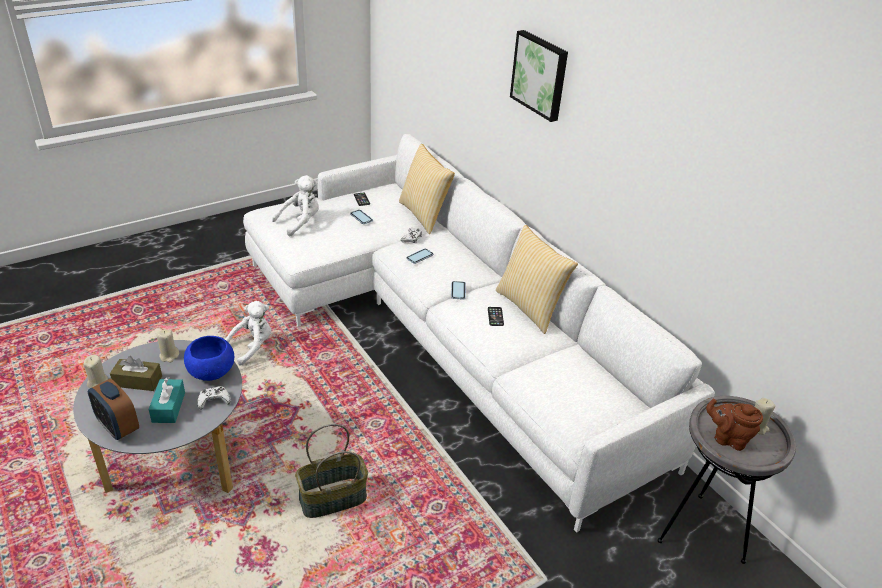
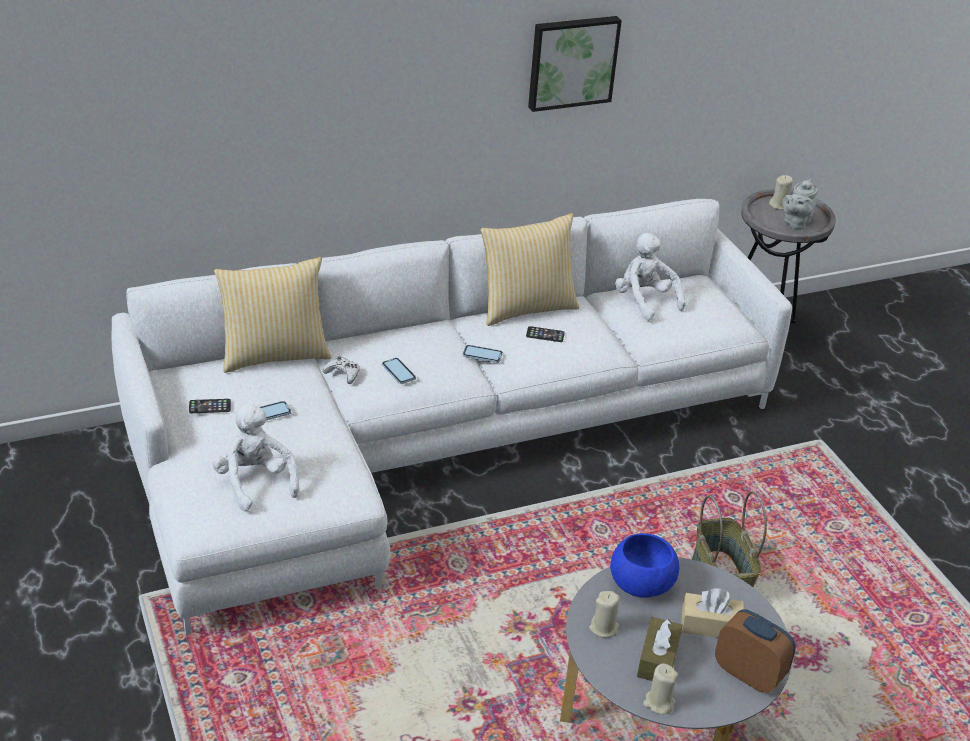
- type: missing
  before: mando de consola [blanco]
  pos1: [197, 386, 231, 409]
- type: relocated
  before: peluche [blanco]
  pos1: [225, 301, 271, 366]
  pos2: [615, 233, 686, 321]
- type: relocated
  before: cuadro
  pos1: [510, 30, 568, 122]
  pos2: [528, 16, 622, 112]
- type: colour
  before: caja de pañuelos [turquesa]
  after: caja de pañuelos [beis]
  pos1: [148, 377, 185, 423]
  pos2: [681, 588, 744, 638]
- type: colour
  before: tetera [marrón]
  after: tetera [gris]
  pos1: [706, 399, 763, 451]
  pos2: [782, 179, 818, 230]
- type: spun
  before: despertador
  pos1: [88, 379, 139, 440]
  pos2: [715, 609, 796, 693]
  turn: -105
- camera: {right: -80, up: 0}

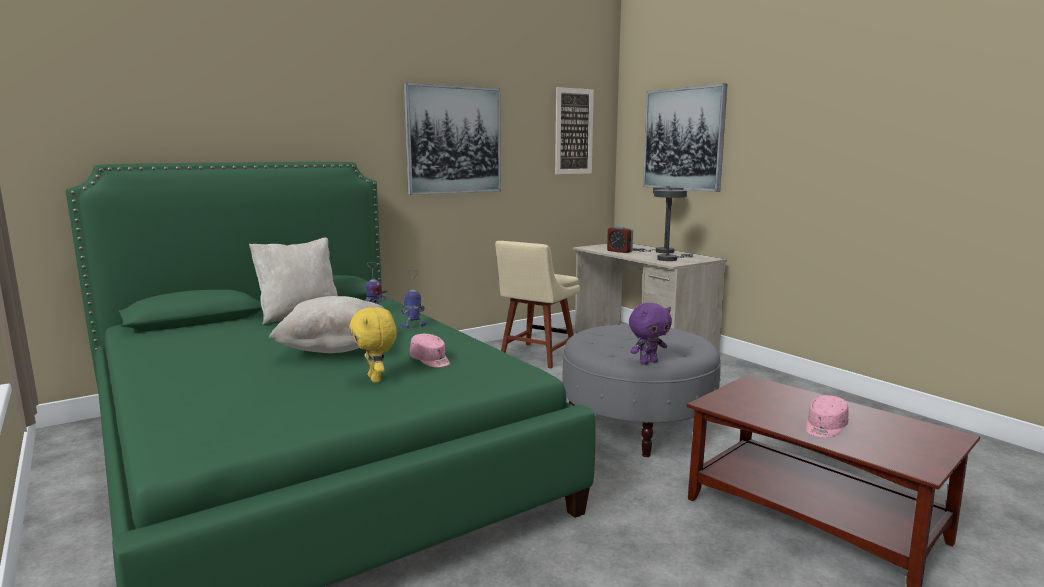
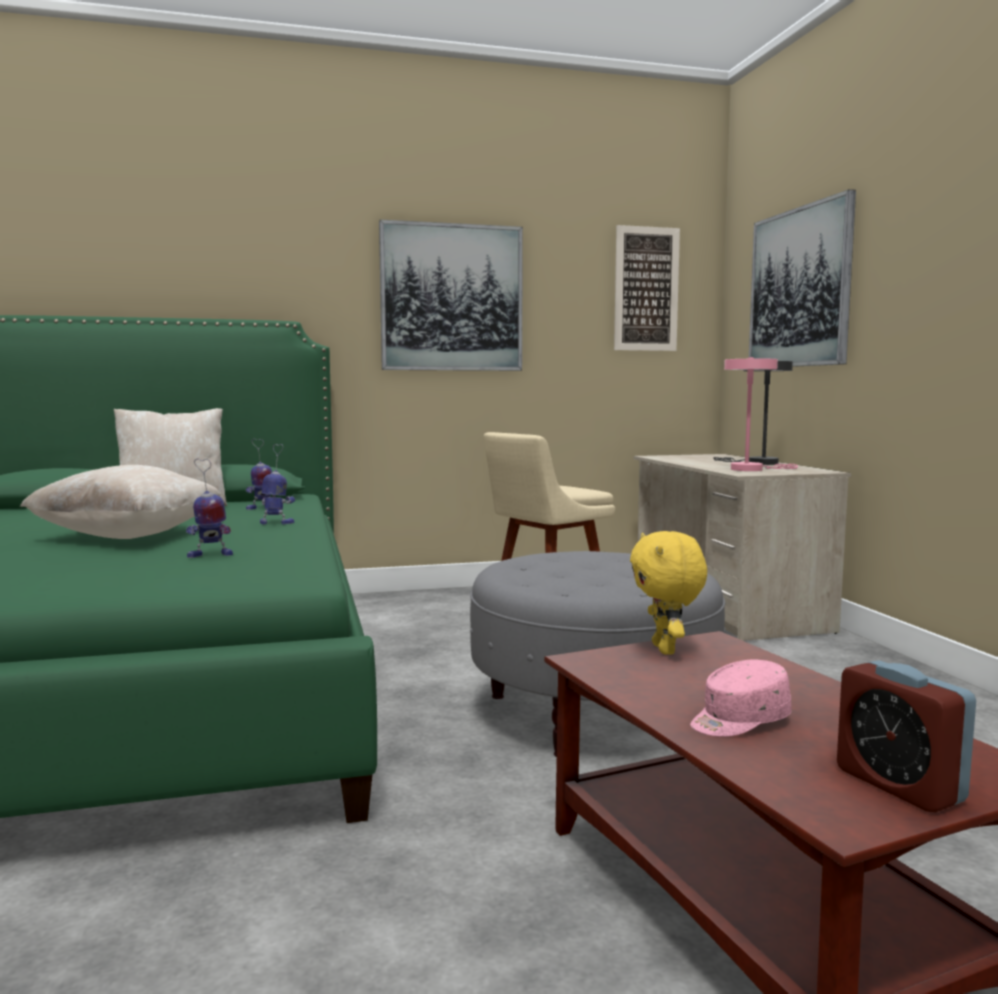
- type: missing
  before: peluche [morado]
  pos1: [629, 303, 672, 364]
- type: relocated
  before: peluche [amarillo]
  pos1: [350, 307, 397, 383]
  pos2: [630, 531, 707, 655]
- type: relocated
  before: despertador
  pos1: [607, 225, 633, 253]
  pos2: [837, 660, 976, 812]
- type: exchanged
  before: gorra [rosa]
  after: robot de juguete
  pos1: [410, 334, 450, 368]
  pos2: [186, 459, 233, 558]
- type: colour
  before: lámpara de mesa [gris]
  after: lámpara de mesa [rosa]
  pos1: [654, 189, 693, 261]
  pos2: [724, 357, 798, 471]
- camera: {right: 20, up: -5}

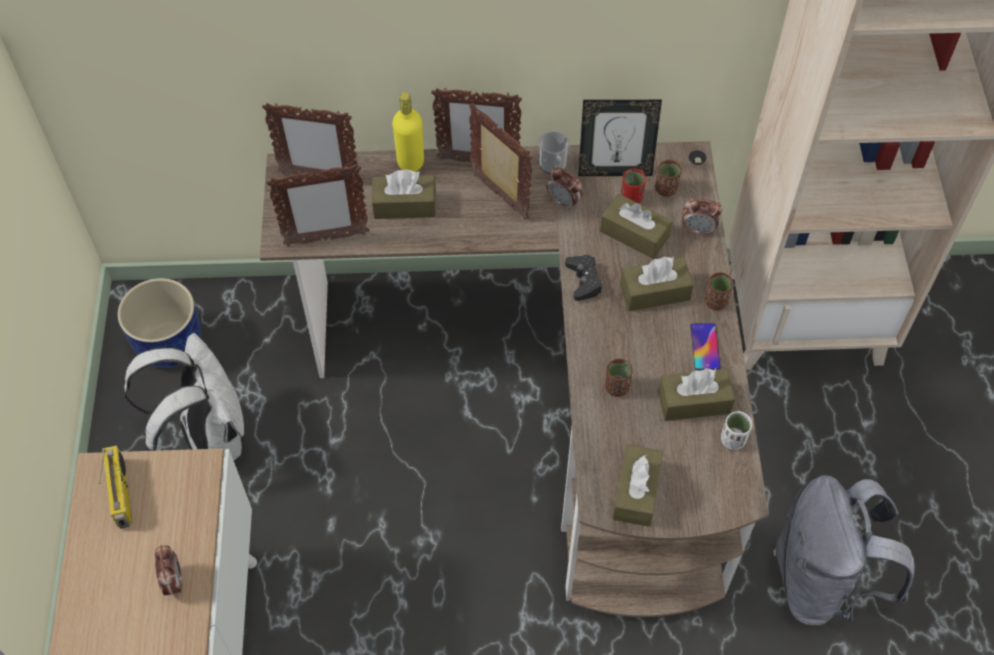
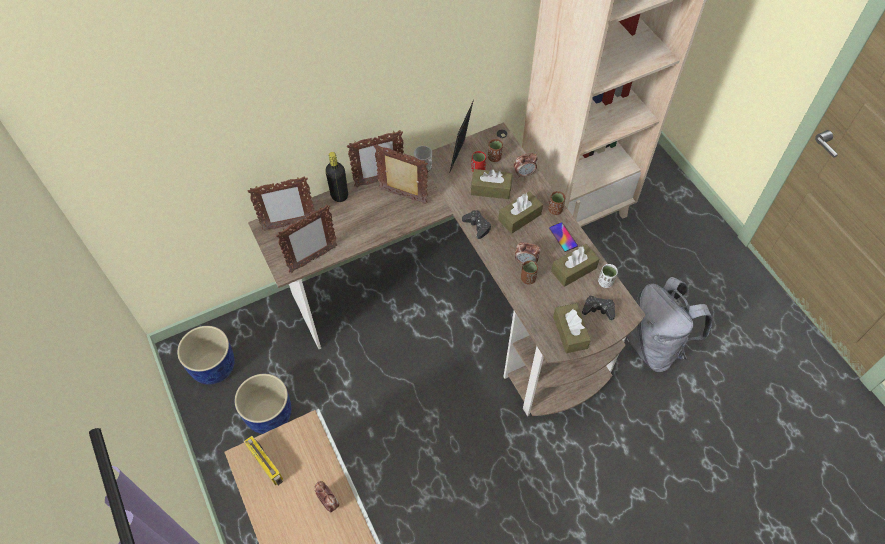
- type: missing
  before: caja de pañuelos [marrón]
  pos1: [372, 169, 436, 219]
- type: appeared
  after: mando de consola [negro]
  pos2: [582, 296, 615, 320]
- type: relocated
  before: despertador
  pos1: [546, 167, 583, 211]
  pos2: [515, 242, 541, 264]
- type: exchanged
  before: mochila [blanco]
  after: maceta [azul]
  pos1: [124, 333, 244, 460]
  pos2: [235, 374, 291, 434]
- type: colour
  before: botella [amarillo]
  after: botella [negro]
  pos1: [392, 92, 424, 172]
  pos2: [325, 152, 348, 202]
- type: spun
  before: portarretratos
  pos1: [578, 100, 662, 176]
  pos2: [449, 100, 474, 174]
  turn: 135
- camera: {right: -25, up: 0}

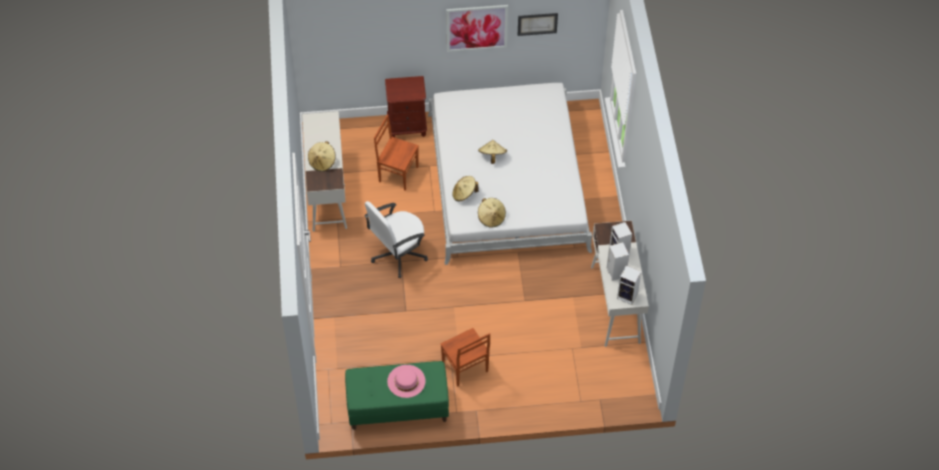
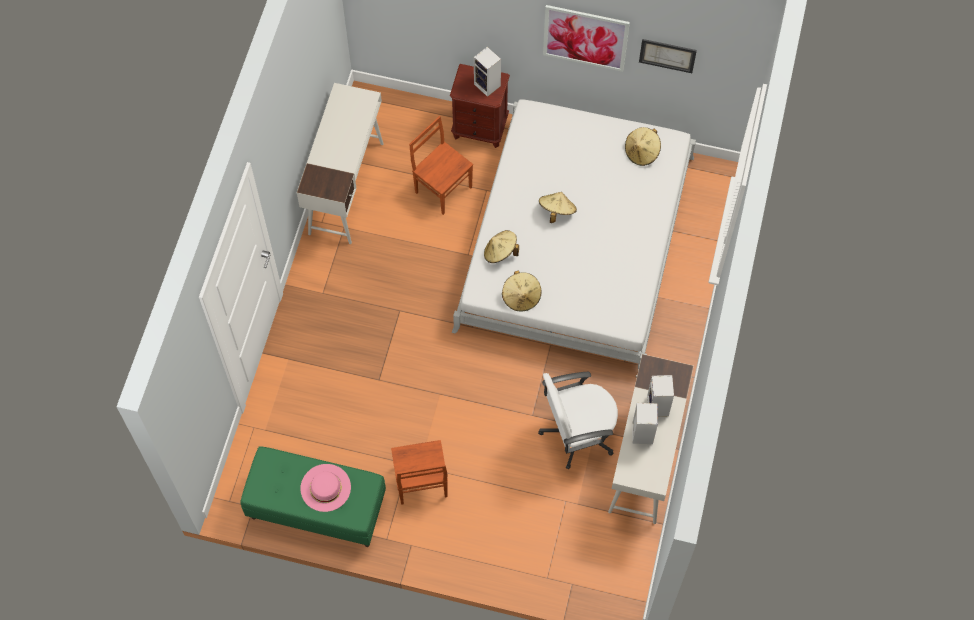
- type: relocated
  before: sombrero [beis]
  pos1: [308, 141, 336, 171]
  pos2: [625, 127, 661, 166]
- type: relocated
  before: silla de oficina [blanco]
  pos1: [364, 201, 428, 278]
  pos2: [538, 372, 618, 469]
- type: relocated
  before: altavoz
  pos1: [617, 265, 641, 305]
  pos2: [474, 47, 501, 97]
- camera: {right: 20, up: 10}

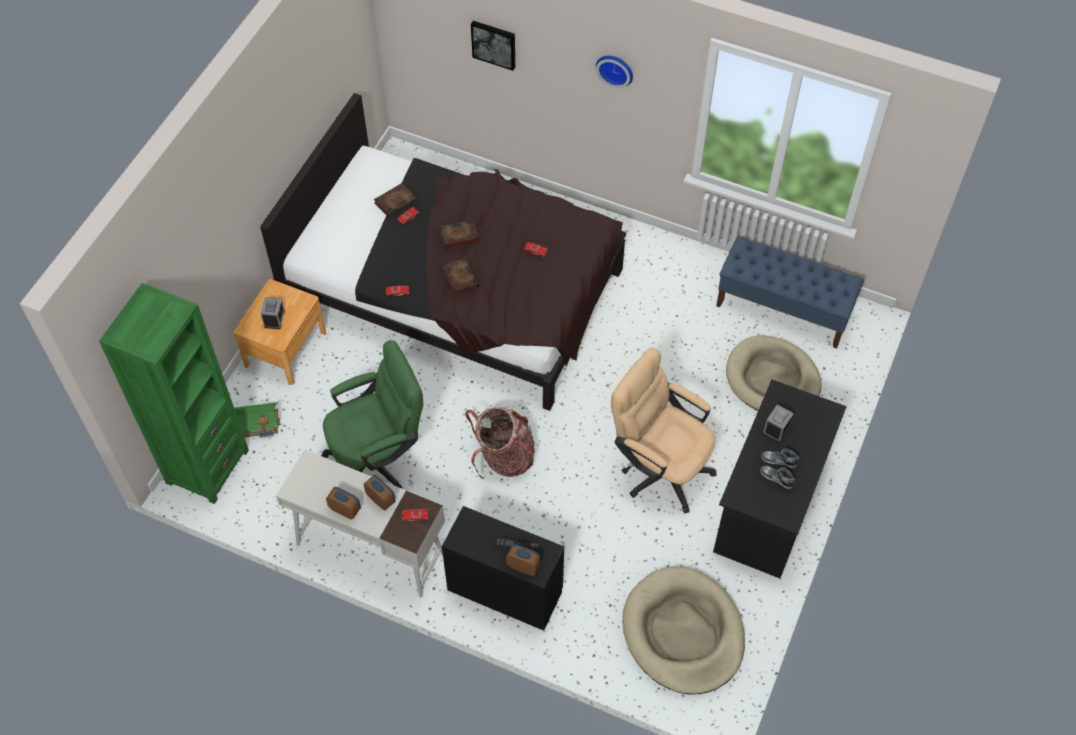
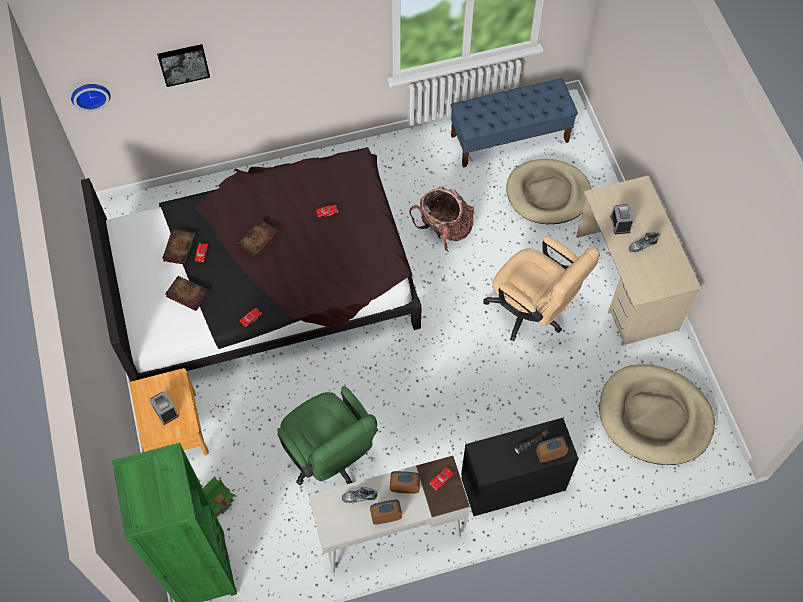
- type: relocated
  before: libro
  pos1: [442, 257, 479, 296]
  pos2: [165, 276, 209, 311]
- type: relocated
  before: mochila
  pos1: [465, 407, 535, 479]
  pos2: [409, 186, 474, 252]
- type: relocated
  before: reloj de pared
  pos1: [596, 56, 633, 88]
  pos2: [71, 84, 111, 112]
- type: relocated
  before: zapato
  pos1: [760, 466, 795, 489]
  pos2: [342, 487, 377, 504]
- type: colour
  before: escritorio [negro]
  after: escritorio [beis]
  pos1: [713, 379, 847, 578]
  pos2: [576, 176, 701, 345]
- type: spun
  before: silla de oficina [verde]
  pos1: [322, 340, 423, 488]
  pos2: [277, 386, 378, 485]
  turn: 120
- type: spun
  before: silla de oficina [beis]
  pos1: [611, 348, 716, 513]
  pos2: [483, 236, 600, 341]
  turn: -135
- camera: {right: -40, up: 5}

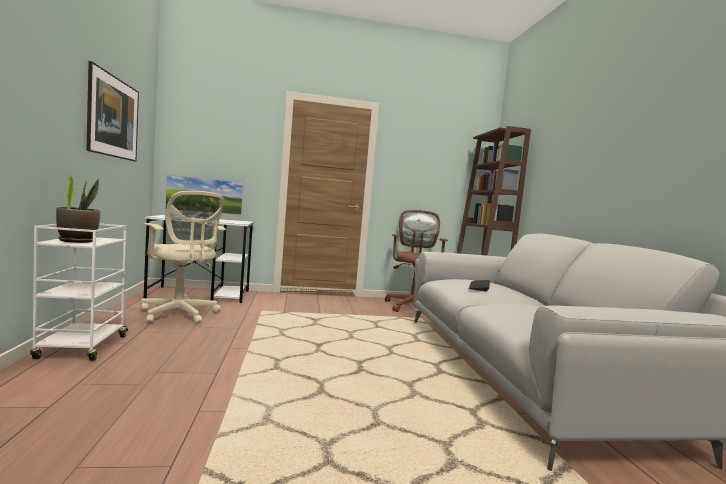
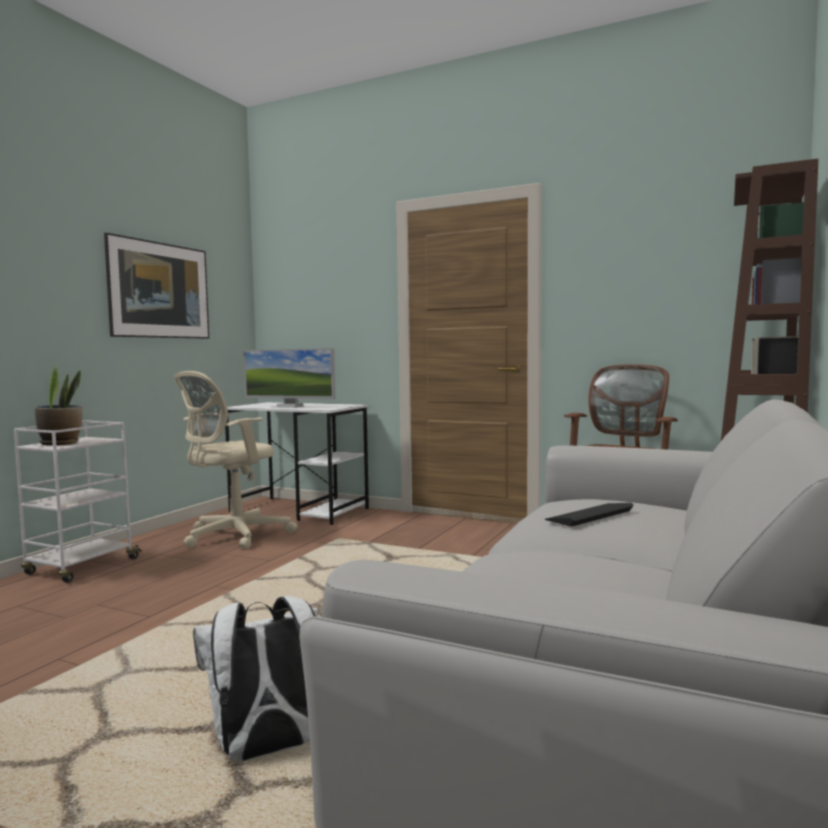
- type: appeared
  after: mochila [blanco]
  pos2: [193, 596, 318, 761]
- type: spun
  before: silla de oficina [beis]
  pos1: [141, 191, 226, 324]
  pos2: [174, 371, 297, 549]
  turn: 60
- camera: {right: 35, up: 0}

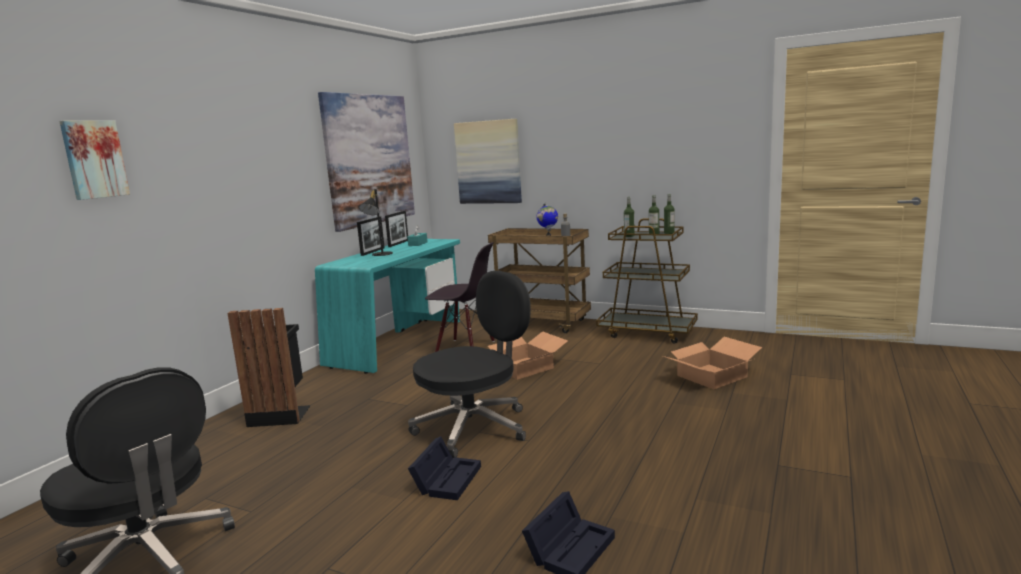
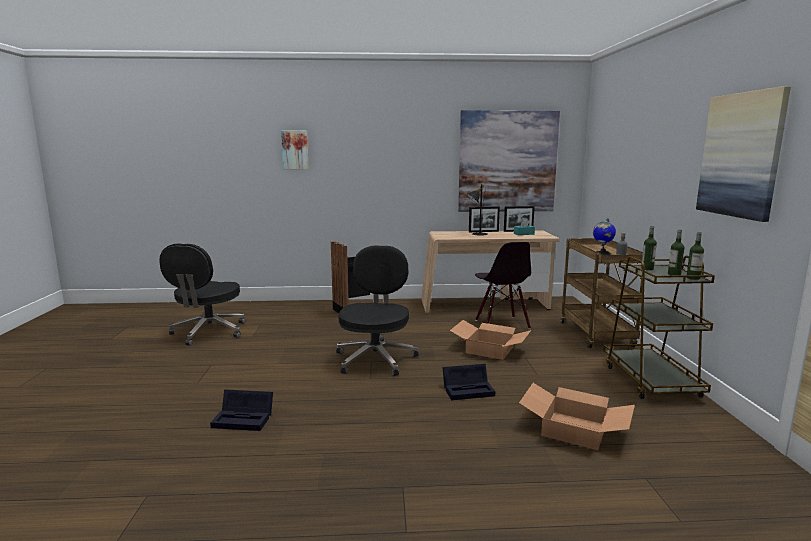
- type: relocated
  before: caja de almacenaje [negro]
  pos1: [408, 436, 481, 500]
  pos2: [442, 364, 495, 400]
- type: relocated
  before: cuadro
  pos1: [454, 119, 522, 204]
  pos2: [696, 86, 791, 222]
- type: colour
  before: escritorio [turquesa]
  after: escritorio [beis]
  pos1: [315, 239, 460, 374]
  pos2: [421, 230, 560, 313]
- type: spun
  before: silla de oficina [negro]
  pos1: [408, 271, 530, 458]
  pos2: [336, 245, 419, 376]
  turn: -105
- camera: {right: 60, up: 0}

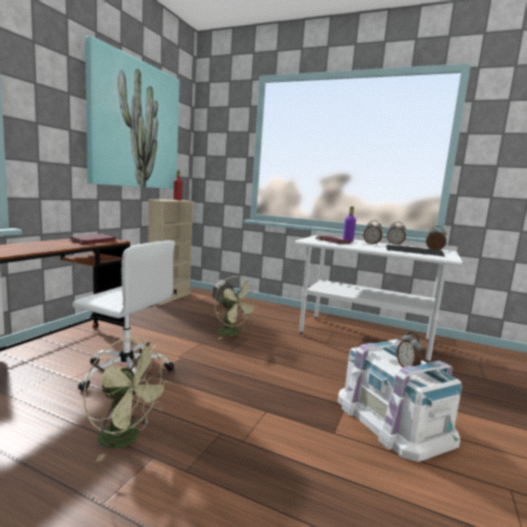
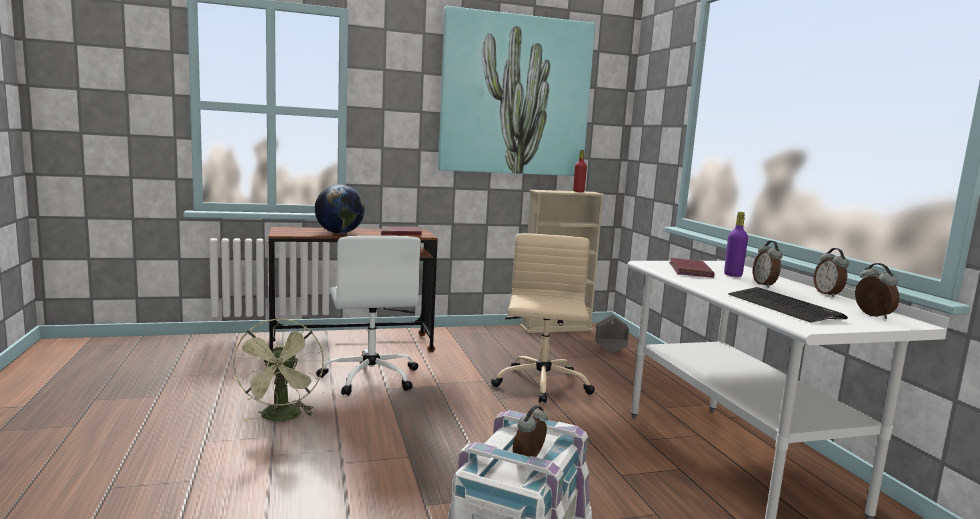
- type: appeared
  after: globo terráqueo
  pos2: [315, 185, 365, 234]
- type: exchanged
  before: ventilador [verde]
  after: silla de oficina [beis]
  pos1: [215, 276, 258, 339]
  pos2: [491, 233, 595, 403]
- camera: {right: 50, up: 0}

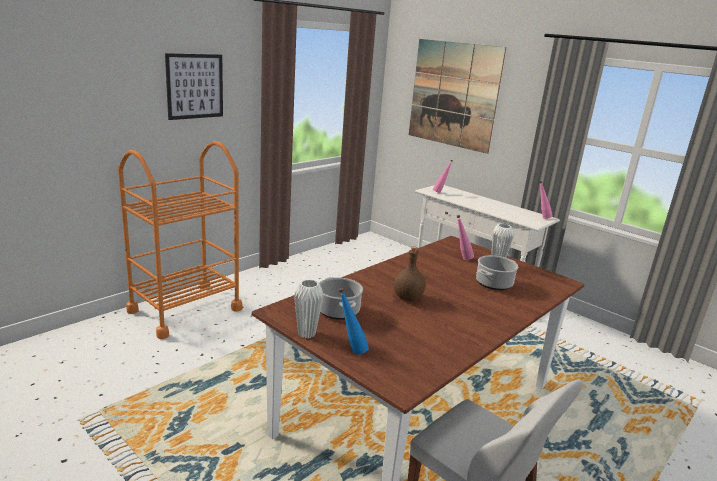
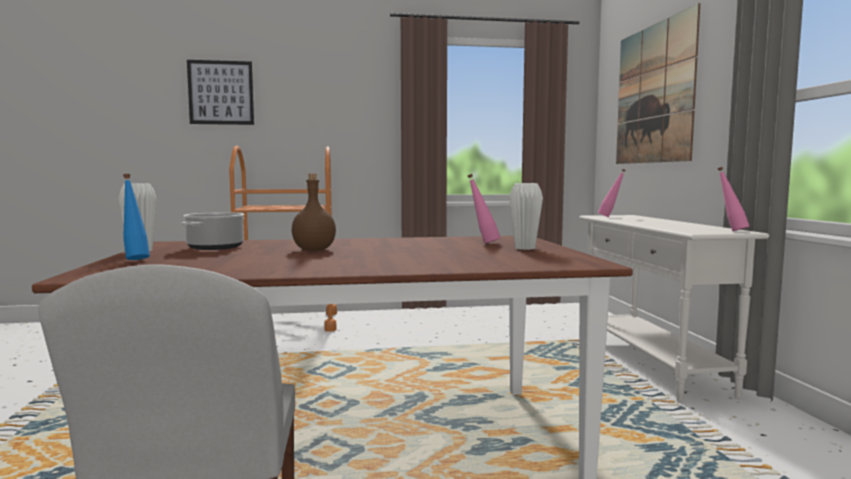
- type: missing
  before: olla
  pos1: [476, 255, 518, 290]
- type: relocated
  before: cuadro
  pos1: [165, 53, 223, 120]
  pos2: [187, 60, 254, 125]
- camera: {right: 40, up: -15}

